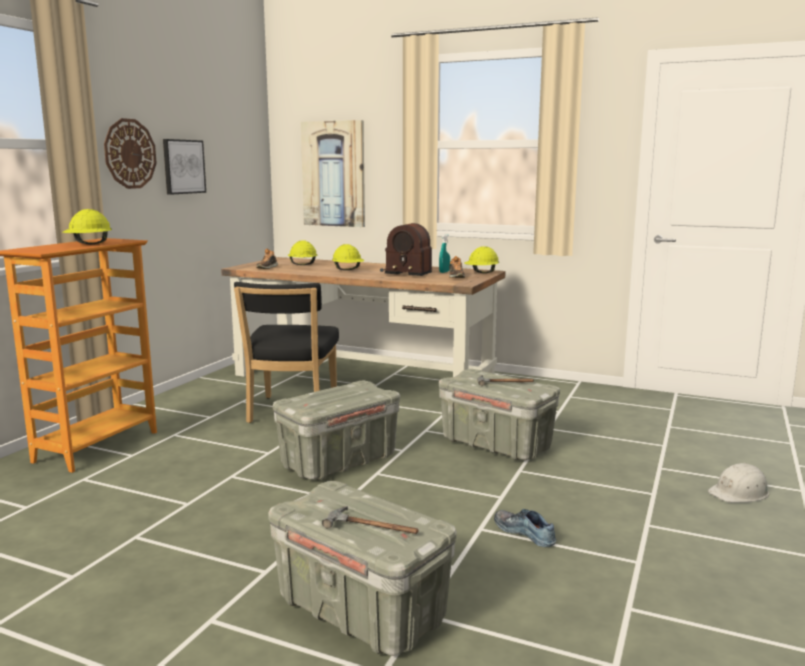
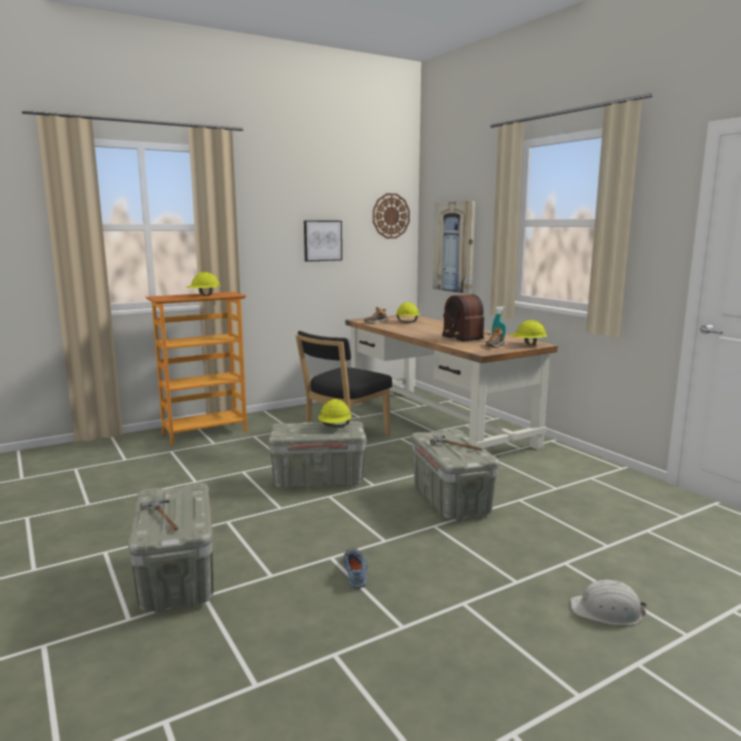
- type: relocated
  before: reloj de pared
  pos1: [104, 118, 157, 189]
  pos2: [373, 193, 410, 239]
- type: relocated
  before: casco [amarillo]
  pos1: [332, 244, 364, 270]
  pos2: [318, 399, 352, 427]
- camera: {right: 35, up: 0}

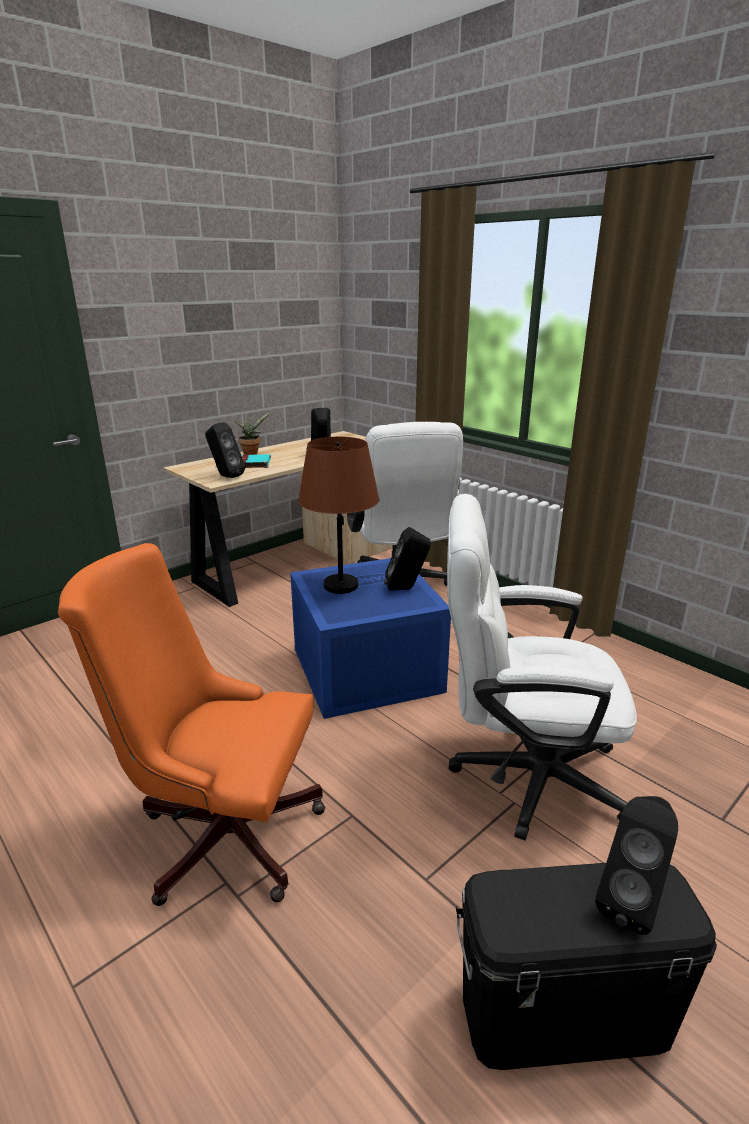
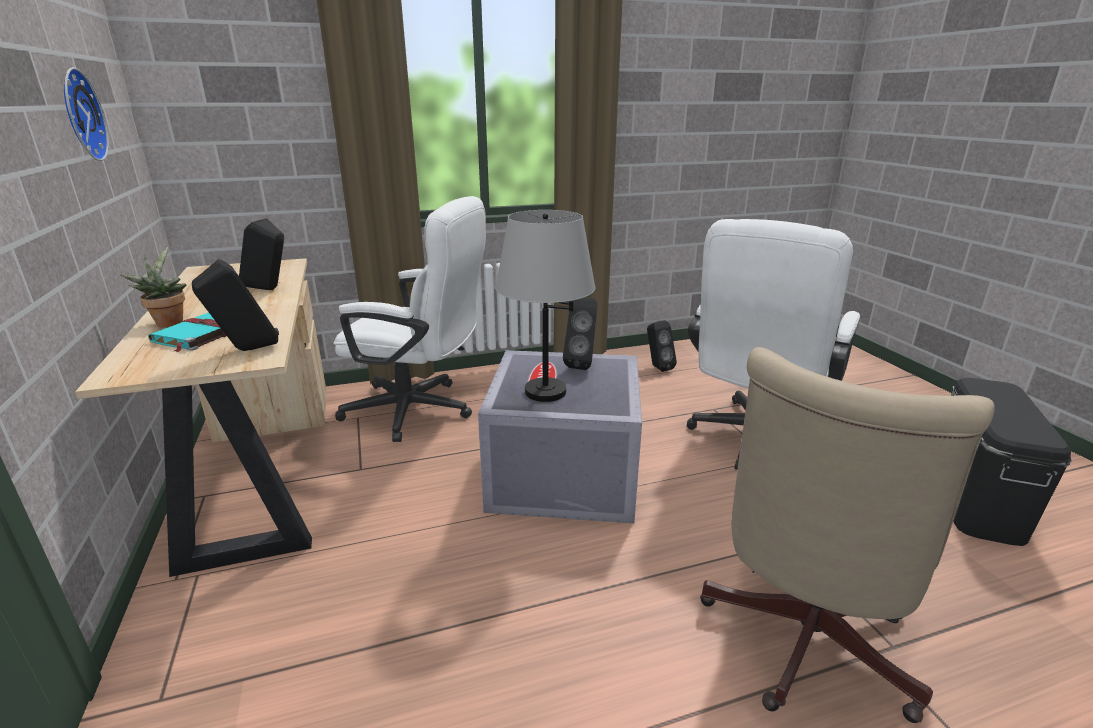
- type: appeared
  after: reloj de pared
  pos2: [64, 67, 109, 161]
- type: relocated
  before: altavoz [negro]
  pos1: [595, 796, 678, 935]
  pos2: [647, 320, 677, 372]
- type: colour
  before: silla de oficina [naranja]
  after: silla de oficina [beis]
  pos1: [58, 543, 325, 906]
  pos2: [700, 347, 995, 723]
- type: colour
  before: caja de almacenaje [azul]
  after: caja de almacenaje [gris]
  pos1: [290, 558, 451, 719]
  pos2: [478, 350, 642, 523]
- type: colour
  before: lámpara de mesa [marrón]
  after: lámpara de mesa [gris]
  pos1: [298, 437, 379, 594]
  pos2: [496, 210, 595, 402]
- camera: {right: -65, up: 0}

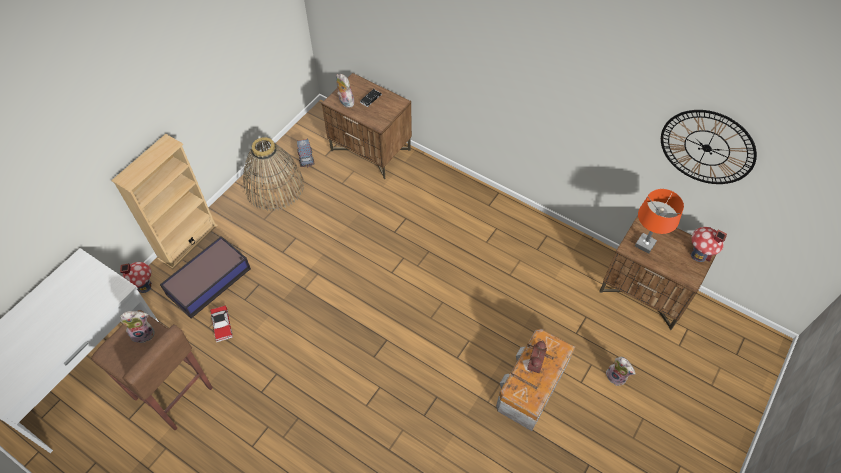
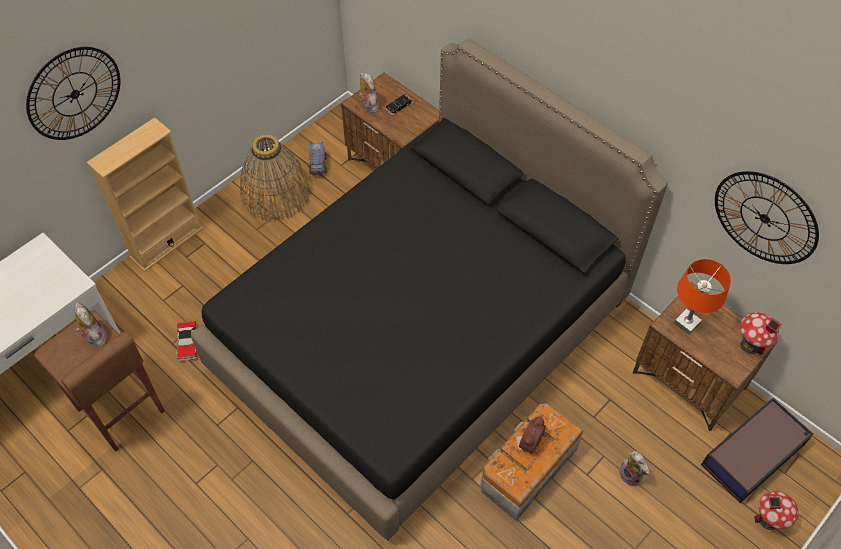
- type: appeared
  after: reloj de pared
  pos2: [26, 47, 120, 140]
- type: appeared
  after: cama [negro]
  pos2: [191, 39, 668, 541]
- type: relocated
  before: casita
  pos1: [120, 262, 152, 293]
  pos2: [754, 491, 799, 530]
- type: relocated
  before: caja de almacenaje
  pos1: [160, 236, 251, 319]
  pos2: [701, 398, 814, 503]
- type: spun
  before: peluche
  pos1: [120, 311, 155, 343]
  pos2: [75, 303, 106, 347]
  turn: -120
- camera: {right: 10, up: 0}

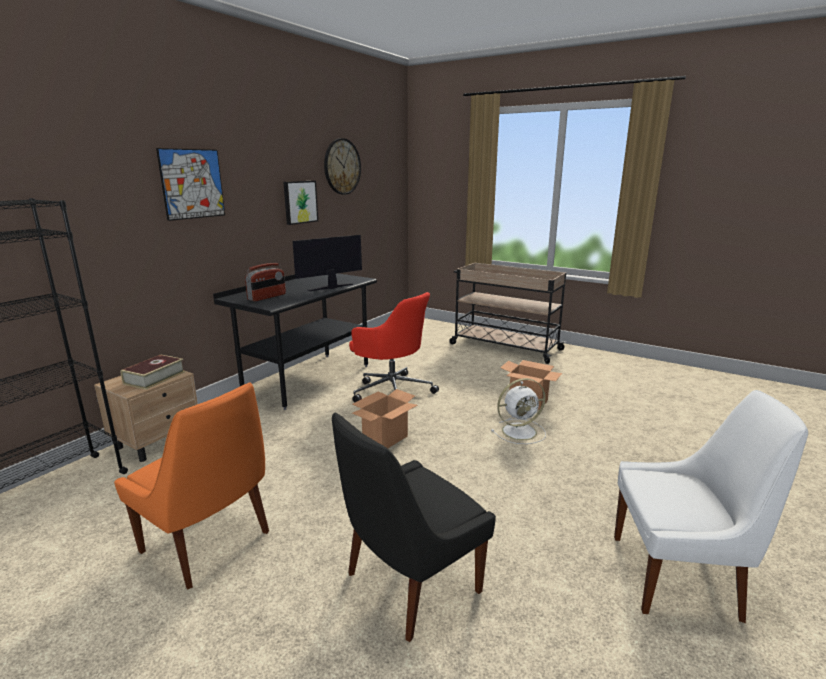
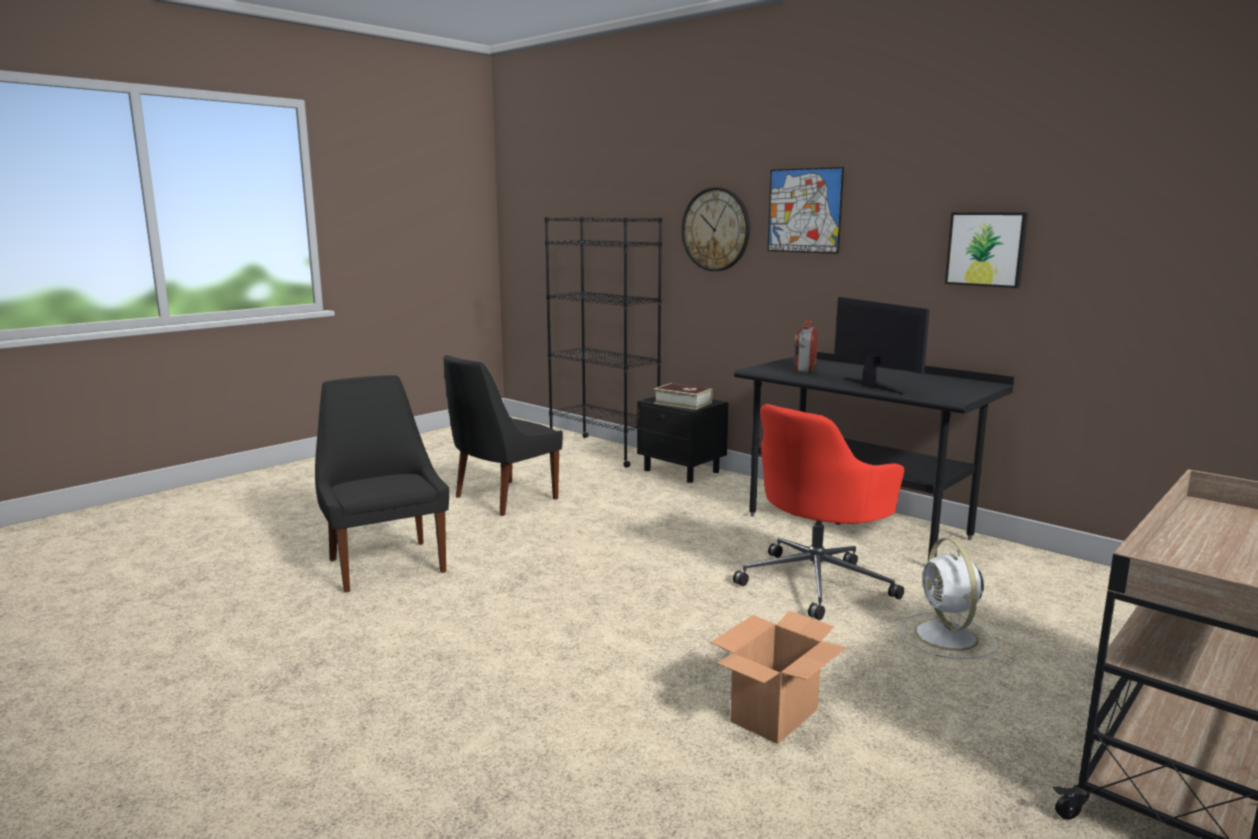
- type: missing
  before: caja de cartón
  pos1: [352, 389, 417, 449]
- type: missing
  before: silla [blanco]
  pos1: [614, 390, 808, 623]
- type: relocated
  before: reloj de pared
  pos1: [324, 138, 361, 195]
  pos2: [682, 187, 750, 271]
- type: relocated
  before: ventilador [blanco]
  pos1: [491, 378, 546, 444]
  pos2: [901, 538, 998, 659]
- type: colour
  before: mesita de noche [beis]
  after: mesita de noche [negro]
  pos1: [94, 370, 198, 462]
  pos2: [637, 397, 728, 483]
- type: colour
  before: silla [naranja]
  after: silla [negro]
  pos1: [114, 382, 269, 590]
  pos2: [443, 355, 563, 516]
- type: spun
  before: radio
  pos1: [245, 263, 286, 301]
  pos2: [795, 320, 818, 373]
  turn: 60
- camera: {right: 100, up: -5}

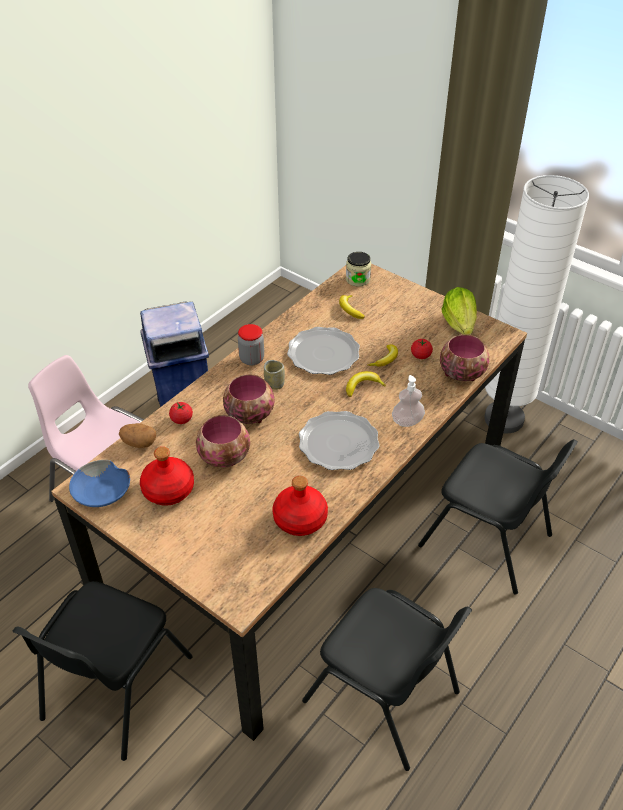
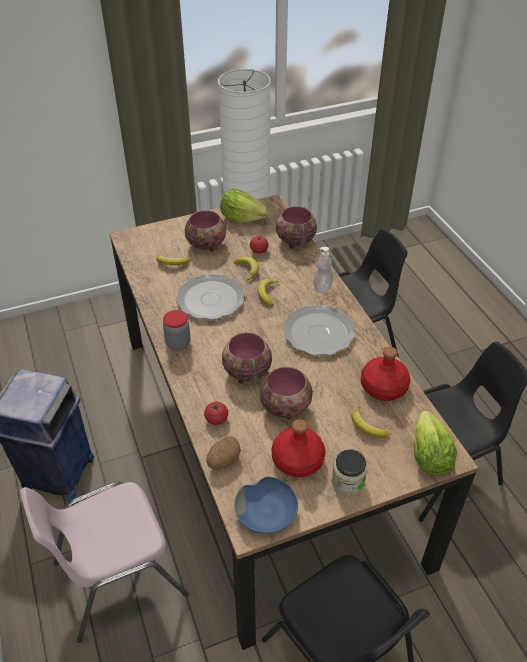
- type: missing
  before: taza
  pos1: [264, 360, 285, 390]
- type: appeared
  after: cuenco
  pos2: [185, 210, 226, 251]
- type: appeared
  after: plátano
  pos2: [351, 407, 389, 438]
- type: appeared
  after: lechuga
  pos2: [414, 411, 457, 476]
- type: relocated
  before: tarro
  pos1: [346, 252, 371, 287]
  pos2: [332, 449, 367, 496]
- camera: {right: -60, up: 0}

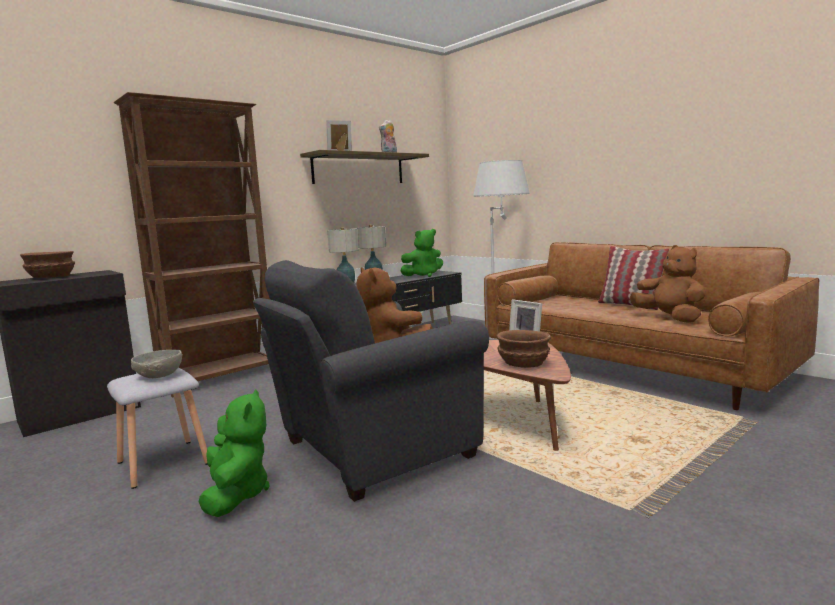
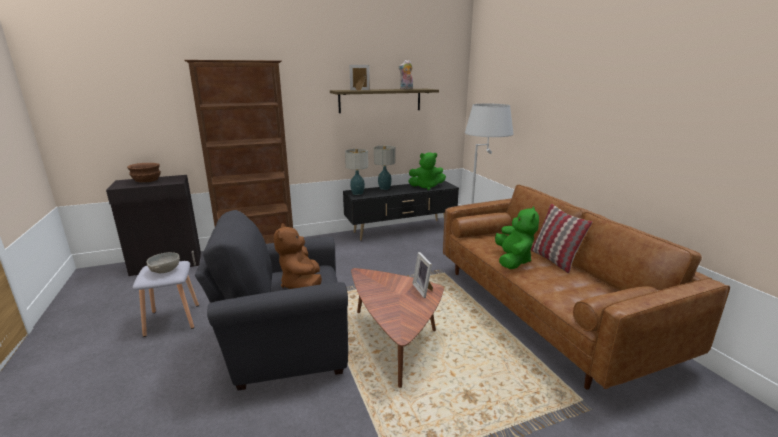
- type: missing
  before: cuenco [marrón]
  pos1: [497, 330, 551, 368]
- type: missing
  before: peluche [marrón]
  pos1: [630, 245, 706, 323]
- type: relocated
  before: peluche [verde]
  pos1: [199, 389, 270, 517]
  pos2: [495, 206, 539, 269]
- camera: {right: 20, up: 10}

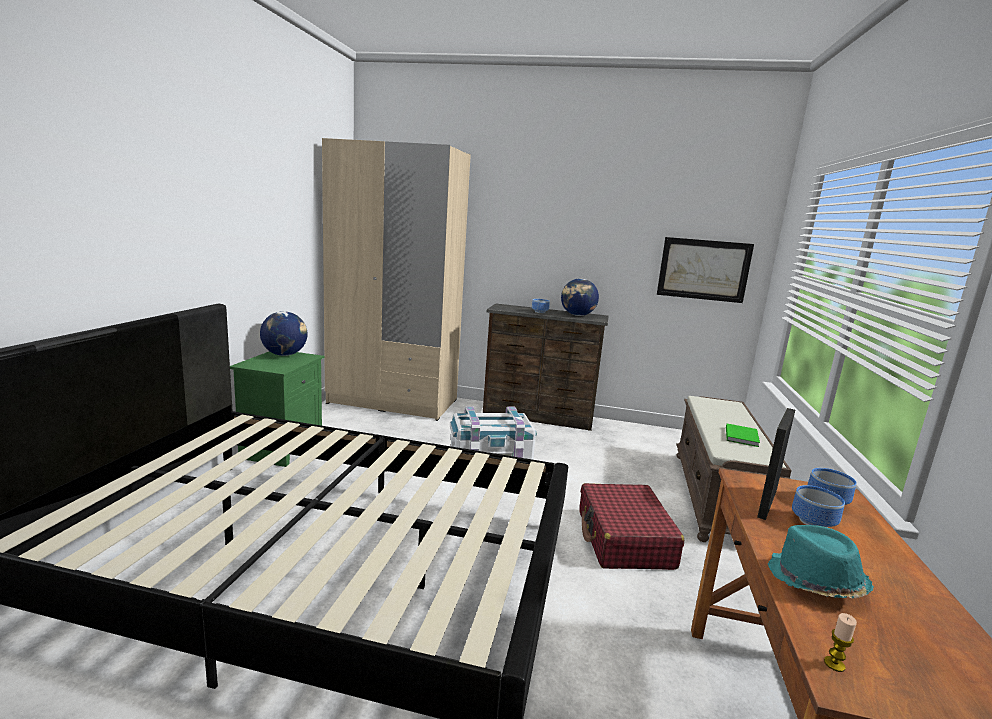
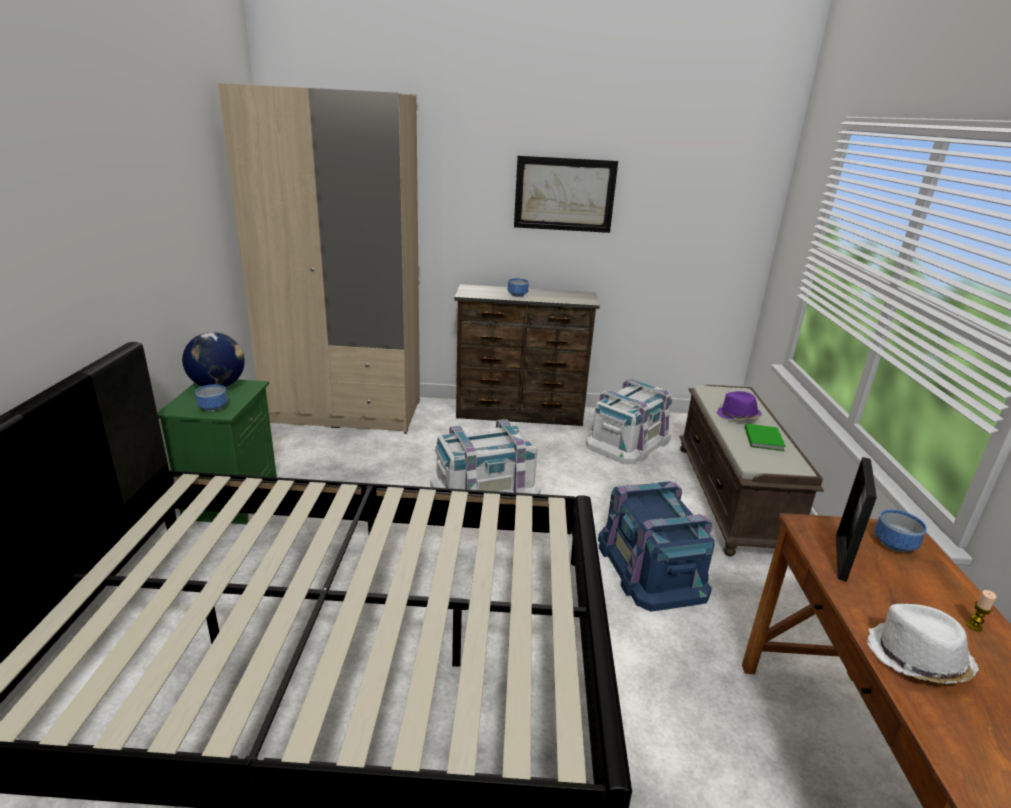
- type: missing
  before: globo terráqueo
  pos1: [561, 278, 599, 316]
- type: appeared
  after: caja de almacenaje [blanco]
  pos2: [586, 379, 672, 464]
- type: appeared
  after: sombrero [morado]
  pos2: [717, 391, 762, 420]
- type: relocated
  before: cuadro
  pos1: [657, 237, 754, 303]
  pos2: [514, 156, 618, 233]
- type: relocated
  before: cuenco
  pos1: [792, 485, 845, 528]
  pos2: [195, 384, 228, 412]
- type: relocated
  before: vela
  pos1: [824, 613, 857, 672]
  pos2: [966, 590, 996, 632]
- type: exchanged
  before: maleta [rojo]
  after: caja de almacenaje [azul]
  pos1: [579, 483, 684, 570]
  pos2: [598, 481, 715, 611]
- type: colour
  before: sombrero [turquesa]
  after: sombrero [blanco]
  pos1: [767, 525, 874, 599]
  pos2: [867, 604, 979, 684]
- camera: {right: -10, up: 10}

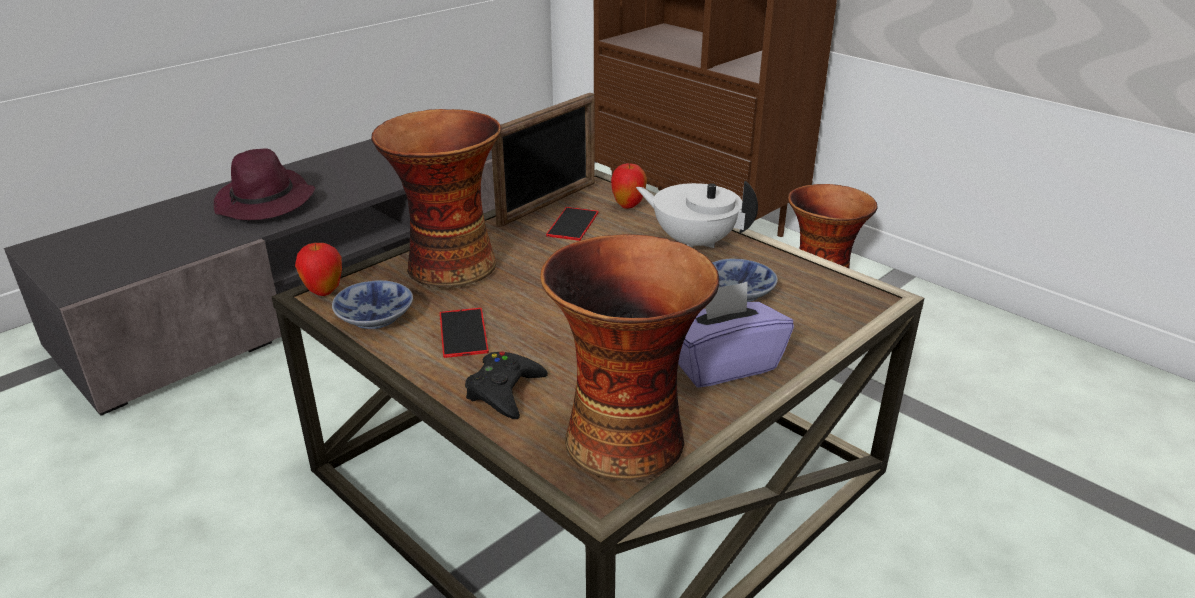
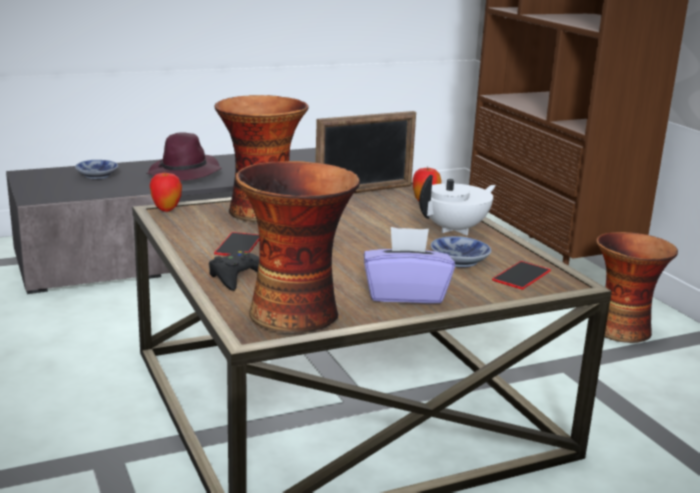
- type: relocated
  before: cuenco
  pos1: [332, 280, 413, 329]
  pos2: [75, 160, 118, 179]
- type: relocated
  before: móvil
  pos1: [546, 207, 598, 241]
  pos2: [492, 261, 551, 289]
- type: spun
  before: tetera [blanco]
  pos1: [636, 181, 758, 248]
  pos2: [419, 175, 496, 235]
  turn: 90
- camera: {right: 20, up: -10}

